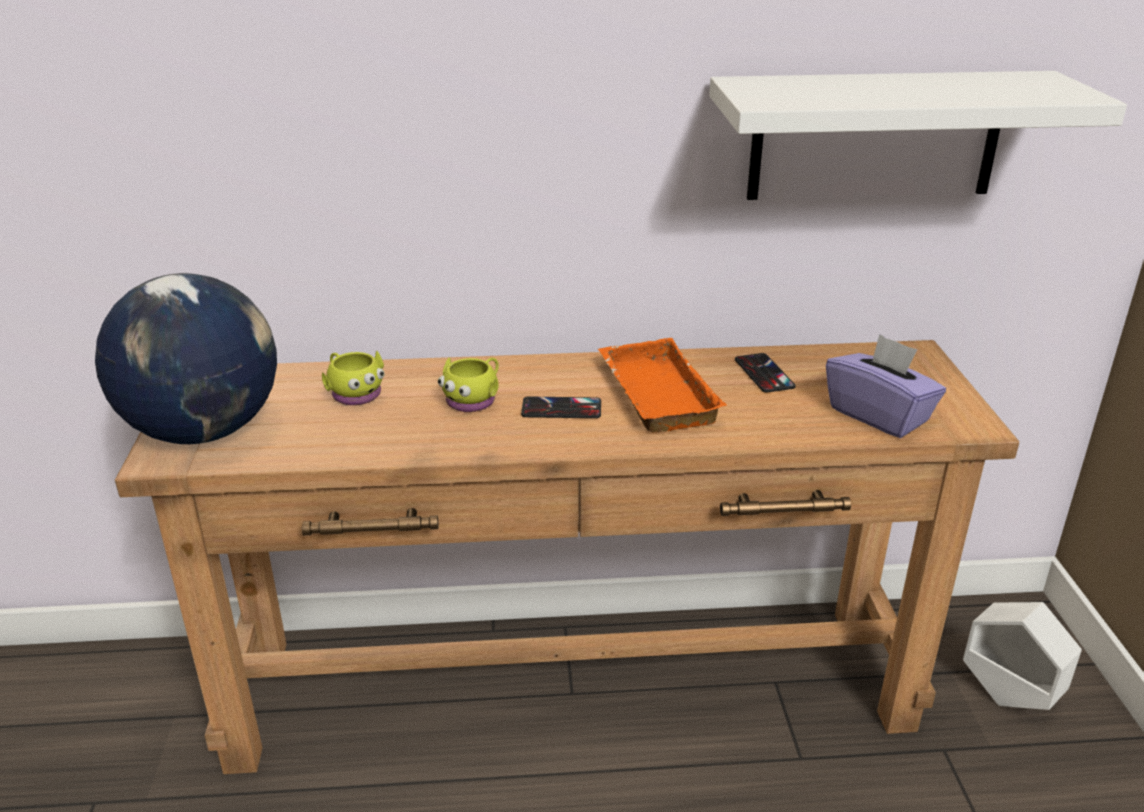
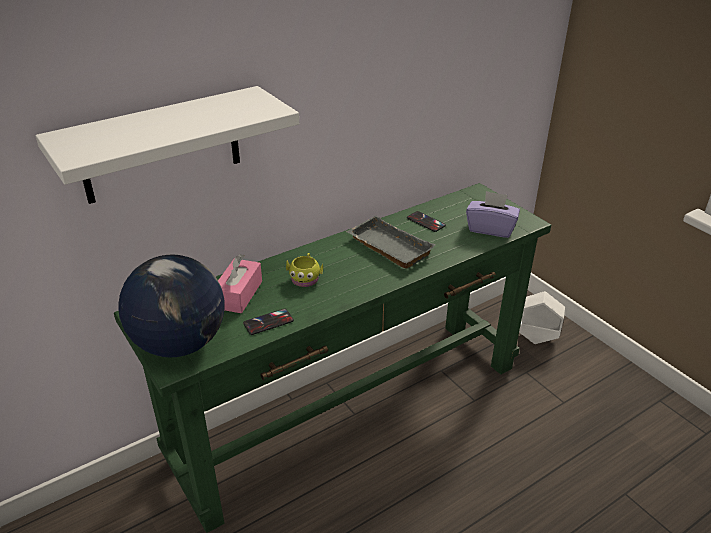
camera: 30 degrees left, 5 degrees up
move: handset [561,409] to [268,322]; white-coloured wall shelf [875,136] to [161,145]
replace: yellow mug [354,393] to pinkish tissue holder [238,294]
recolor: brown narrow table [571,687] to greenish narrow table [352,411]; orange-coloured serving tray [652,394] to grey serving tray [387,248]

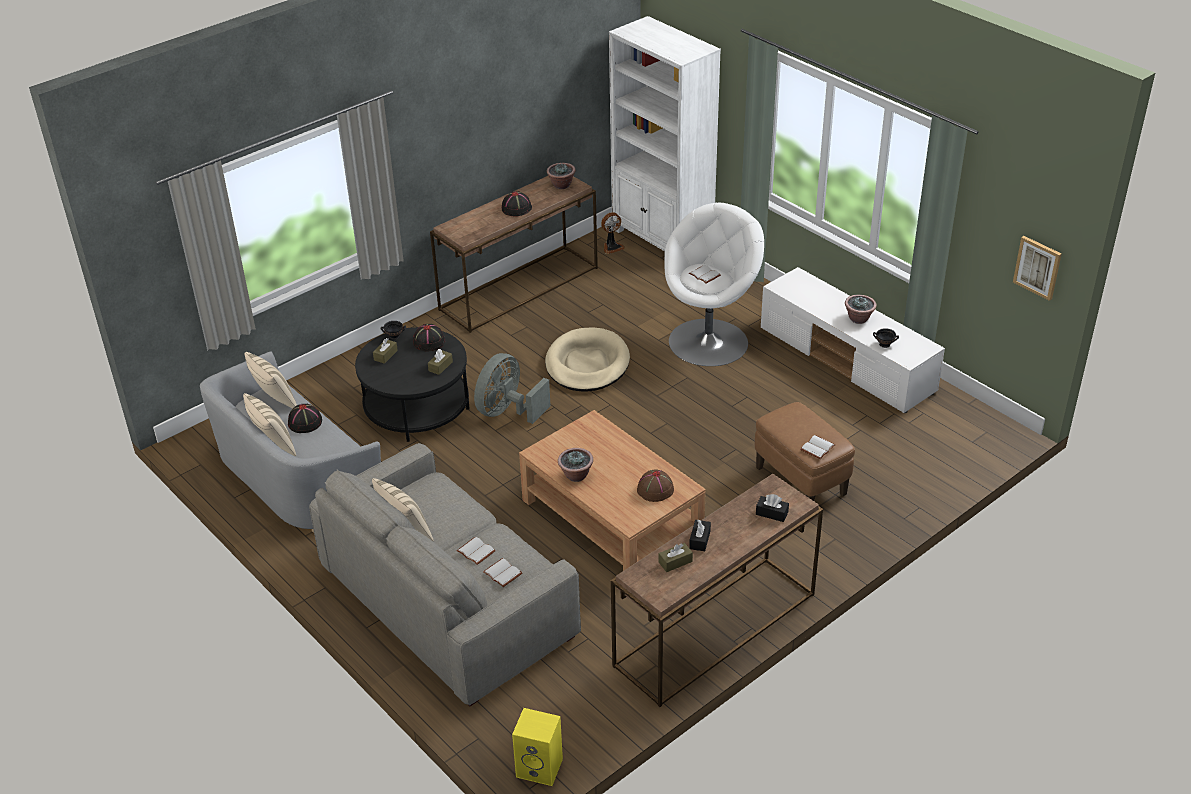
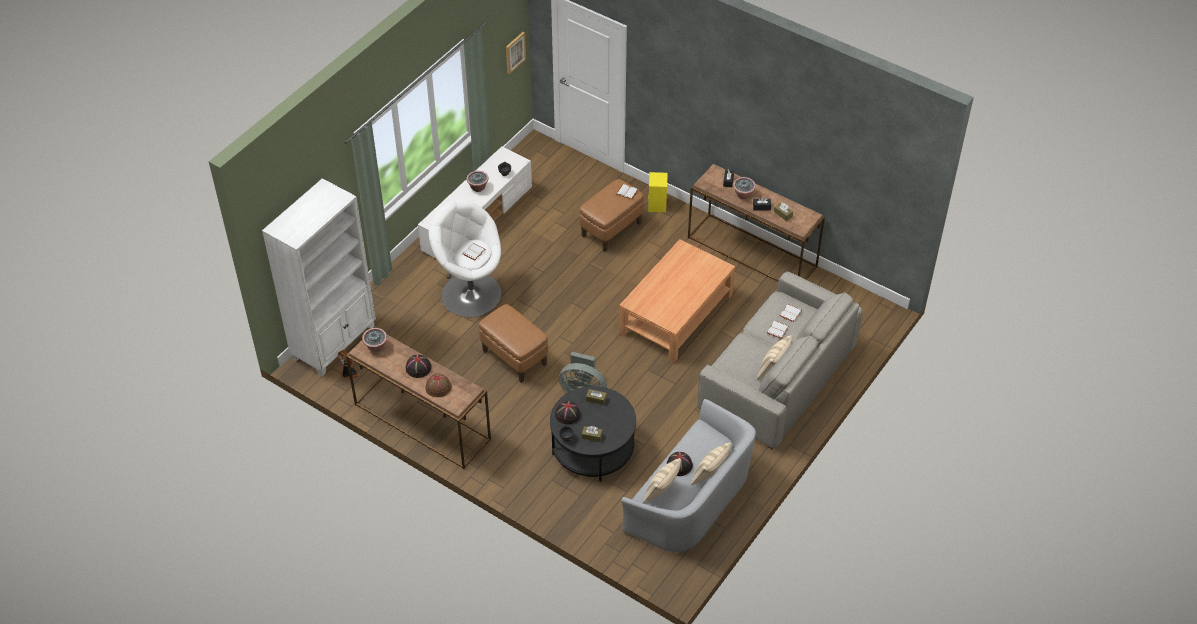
camera: 105 degrees left, 10 degrees up
move: yellow speaker [540,767] to [656,204]; plant in a pot [576,476] to [743,195]; brown hat [655,490] to [438,387]
replace: beige-coloured dog bed [587,364] to brown footrest [514,358]

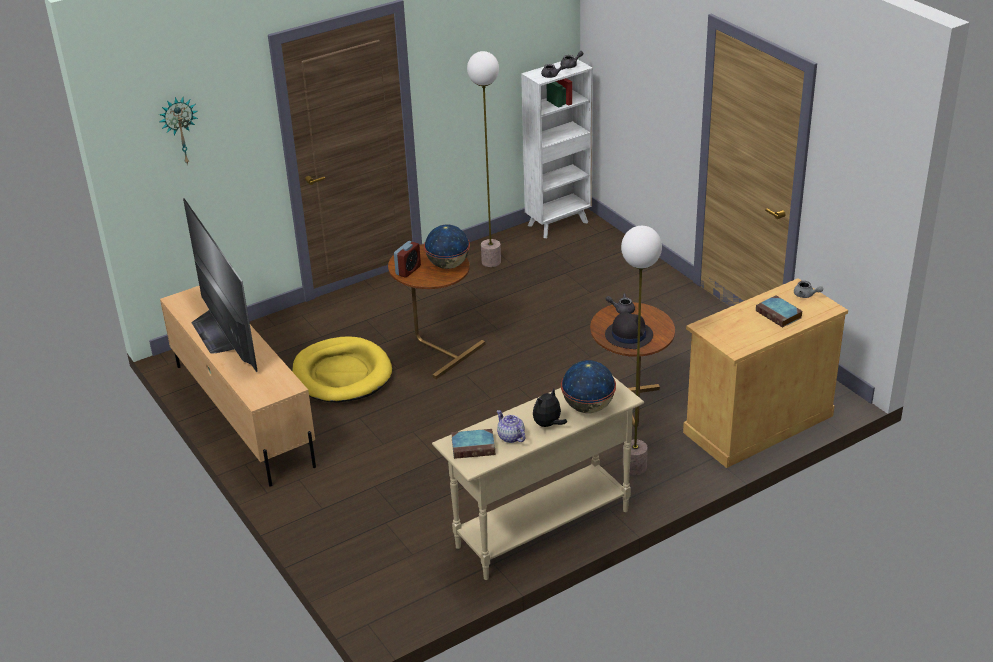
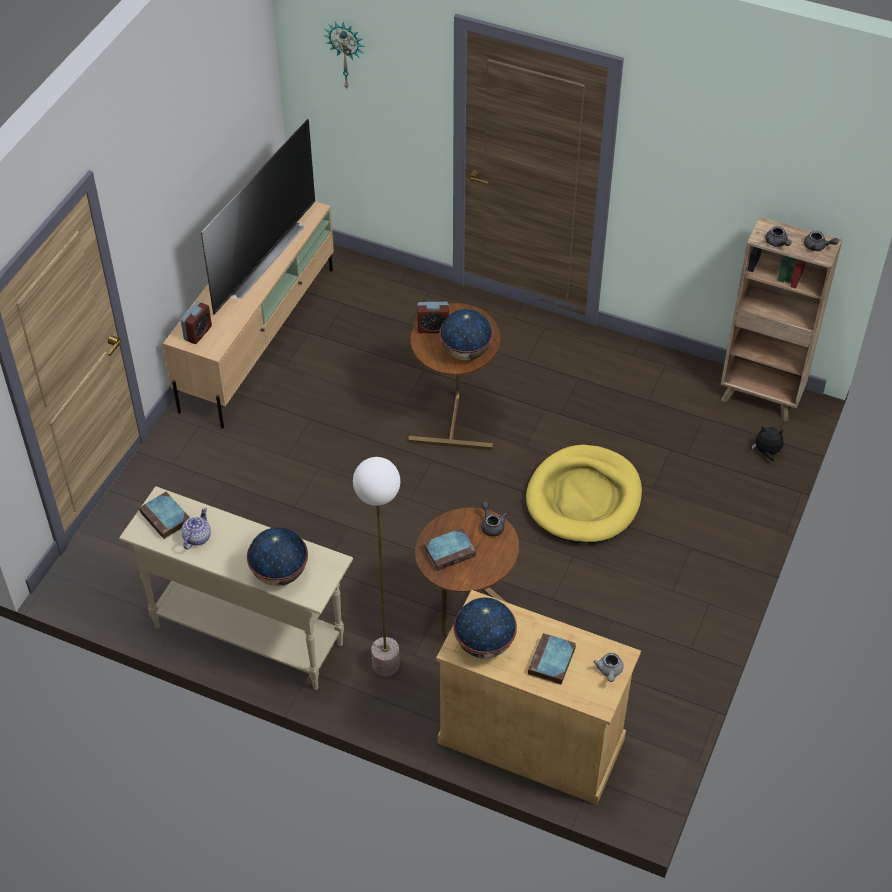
camera: 55 degrees right, 15 degrees up
delete: floor lamp [491,261]
insert: alarm clock [198,333]; desk globe [484,645]
move: yellow dog bed [342,374] to [584,498]; cuddly toy [548,425] to [766,452]
replace: black-coloured hat [628,335] to book [450,551]
recolor: white-coloured shelving unit [559,223] to brown shelving unit [761,398]

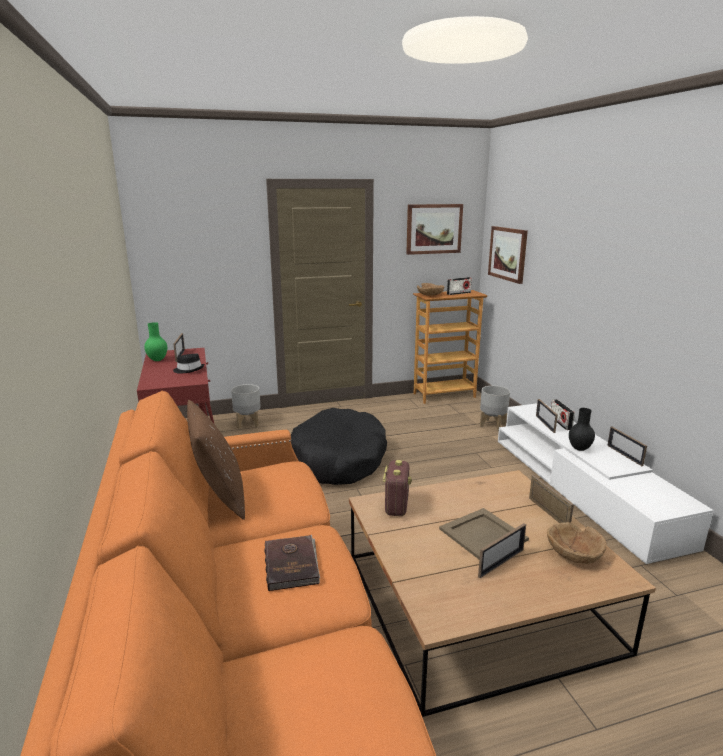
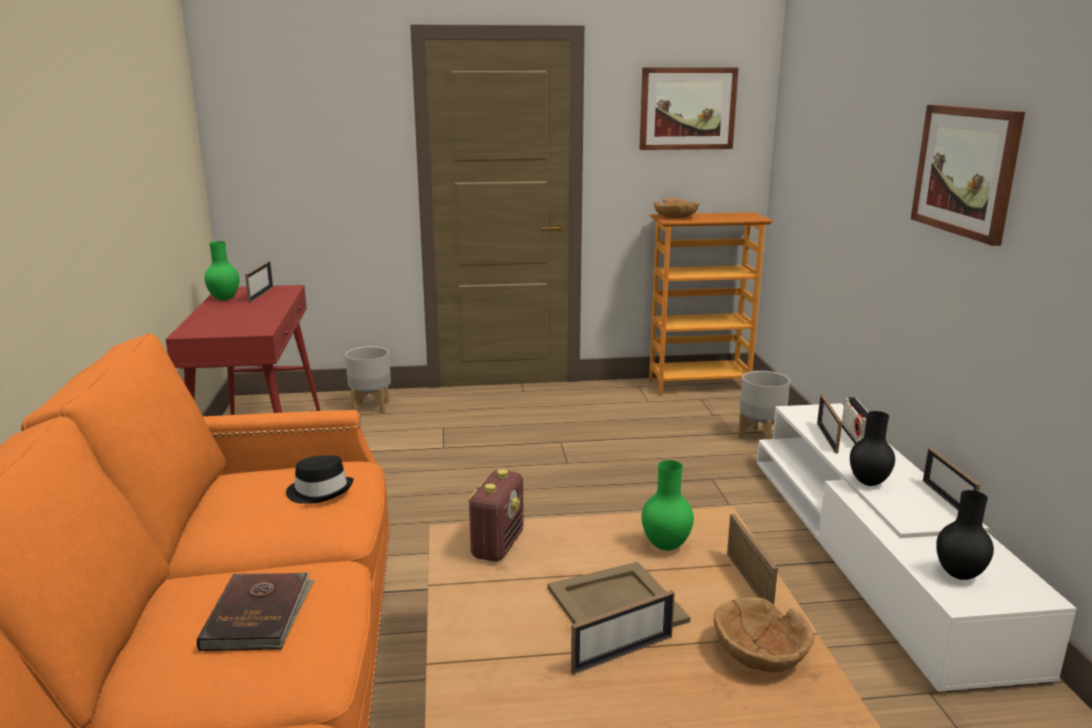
camera: 10 degrees right, 0 degrees up
delete: brown cushion [219,497]; black-coloured dog bed [338,460]; radio [458,293]
insert: greenish flower vase [667,546]; black-coloured flower vase [960,576]
move: black-coloured hat [189,369] to [320,491]; picture [508,254] to [966,171]

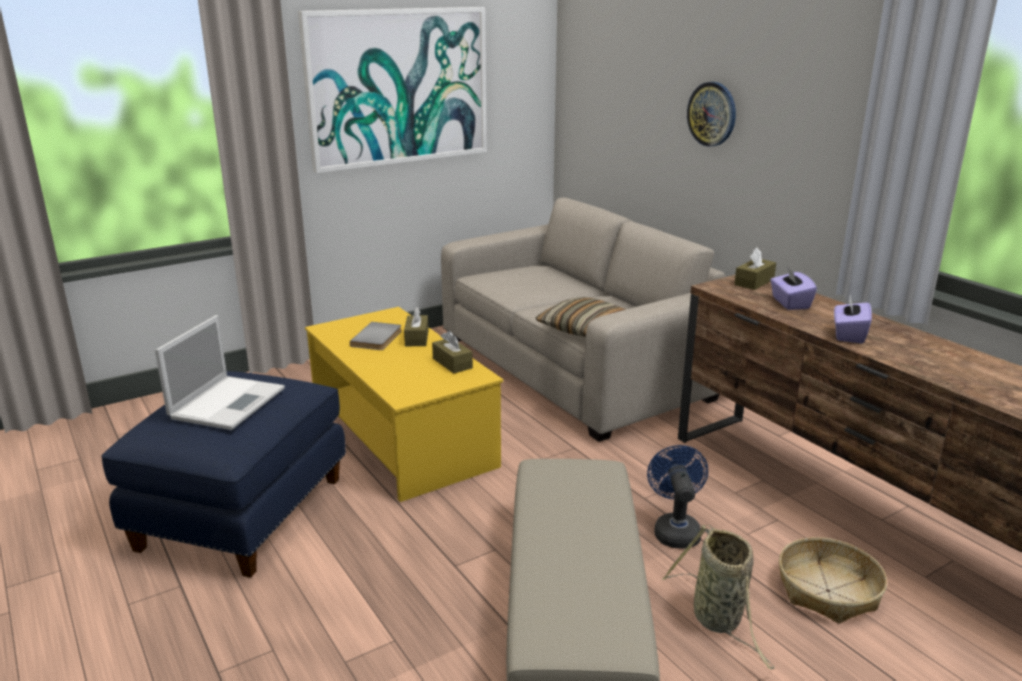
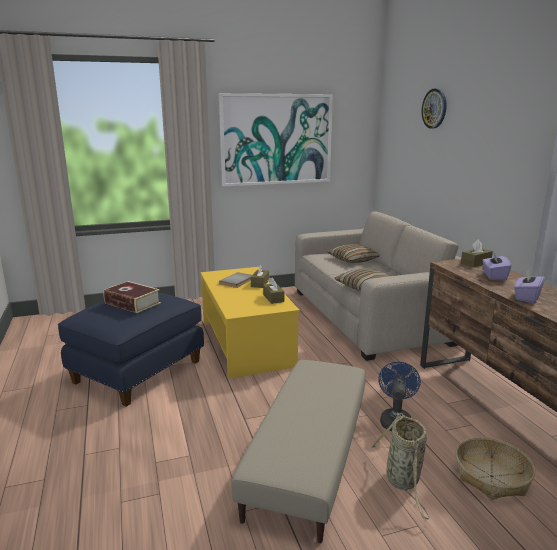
camera: 15 degrees right, 5 degrees down
insert: cushion [353,260]
move: clock on the wall [712,114] to [434,108]
replace: laptop [229,402] to book [132,303]

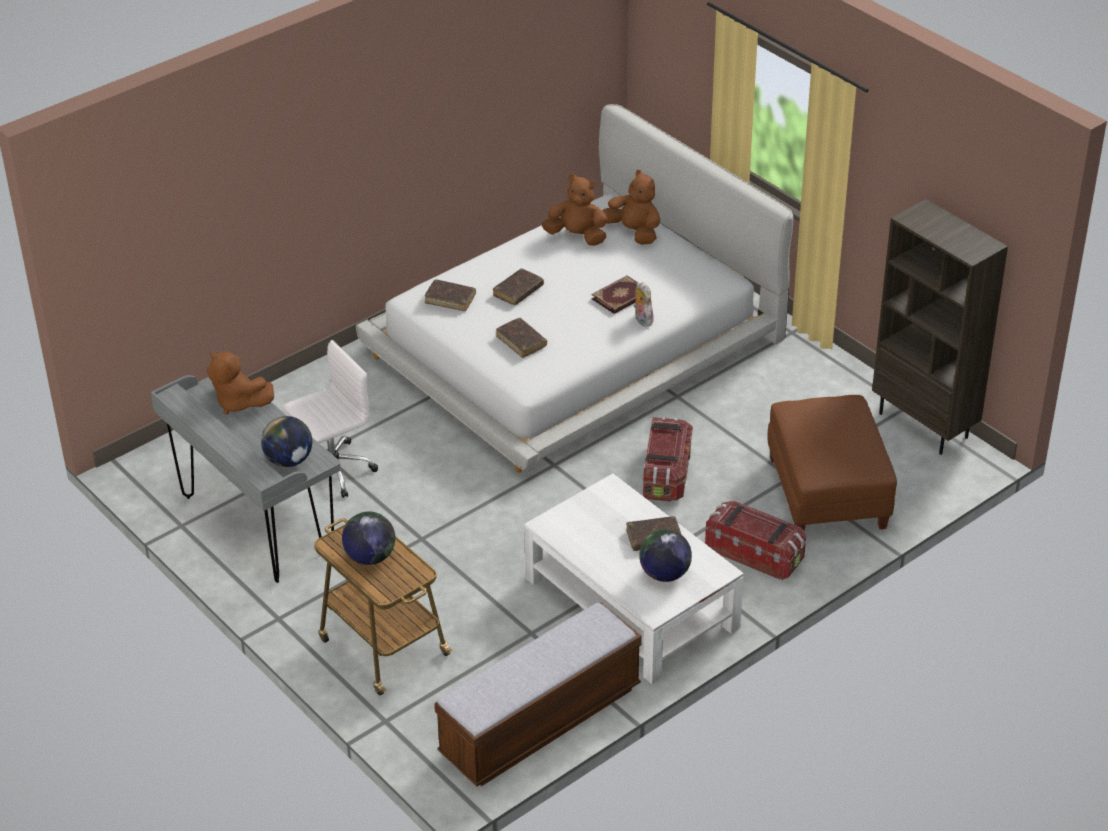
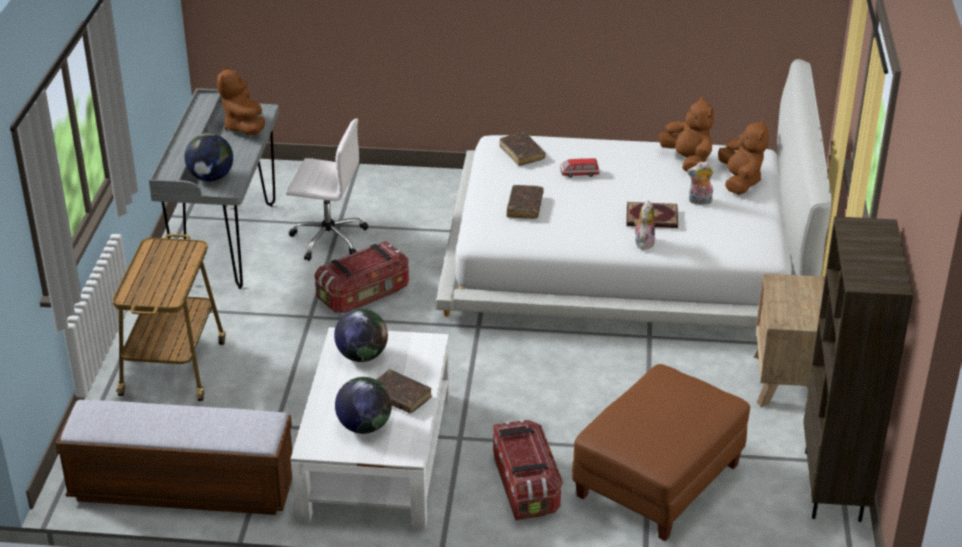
camera: 45 degrees right, 5 degrees down
insert: cuddly toy [699,201]; brown nightstand [788,382]
move: desk globe [370,557] to [362,356]; storage box [666,474] to [364,295]
replace: brown book [518,291] to model car [579,173]

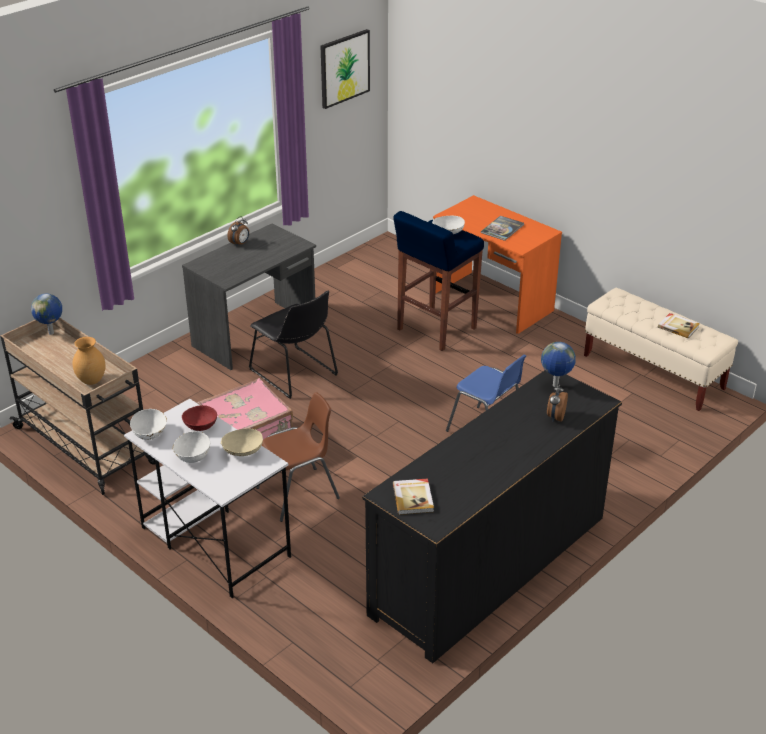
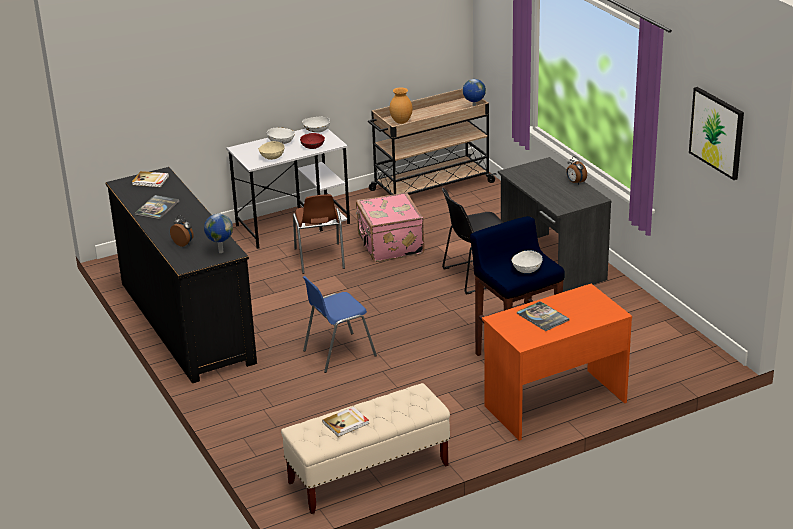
camera: 110 degrees right, 5 degrees down
insert: book [157,208]

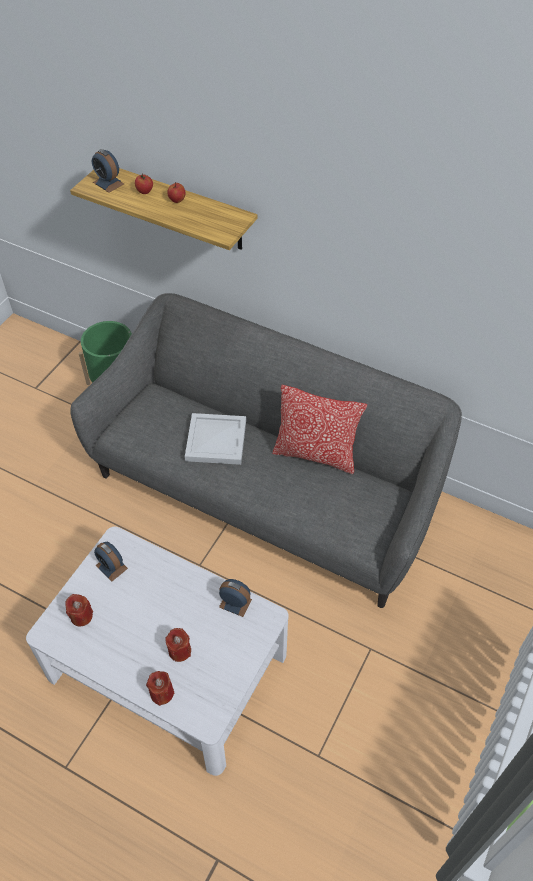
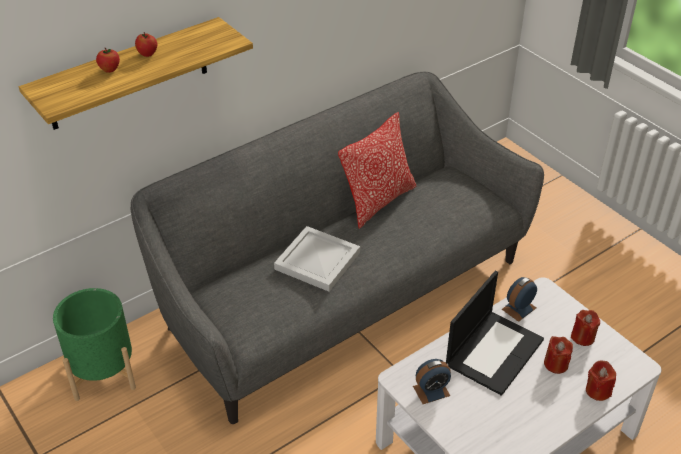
camera: 65 degrees left, 10 degrees down
delete: alarm clock [108,183]
insert: laptop [494,351]
move: red wax candle [81,616] to [582,337]

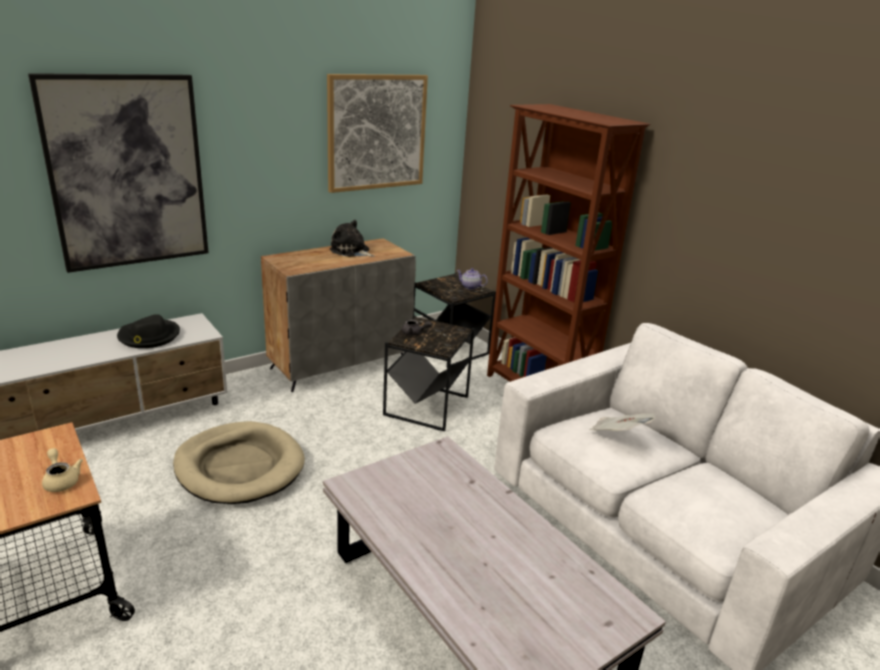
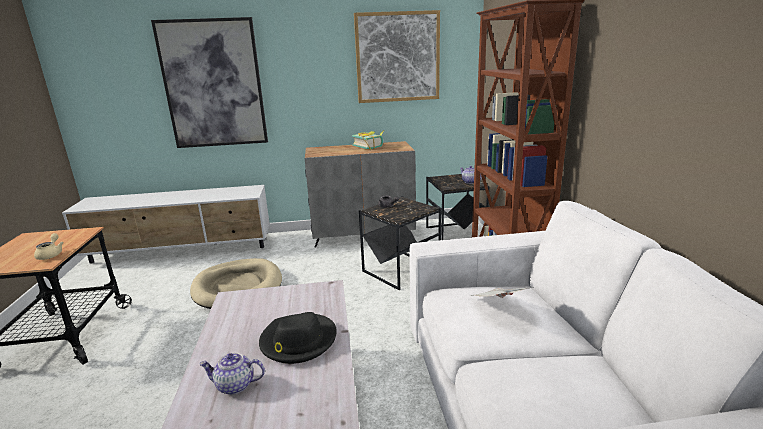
camera: 30 degrees right, 5 degrees down
insert: tea pot [234,385]
move: black-coloured hat [149,336] to [298,341]
replace: cuddly toy [351,251] to book [370,147]

